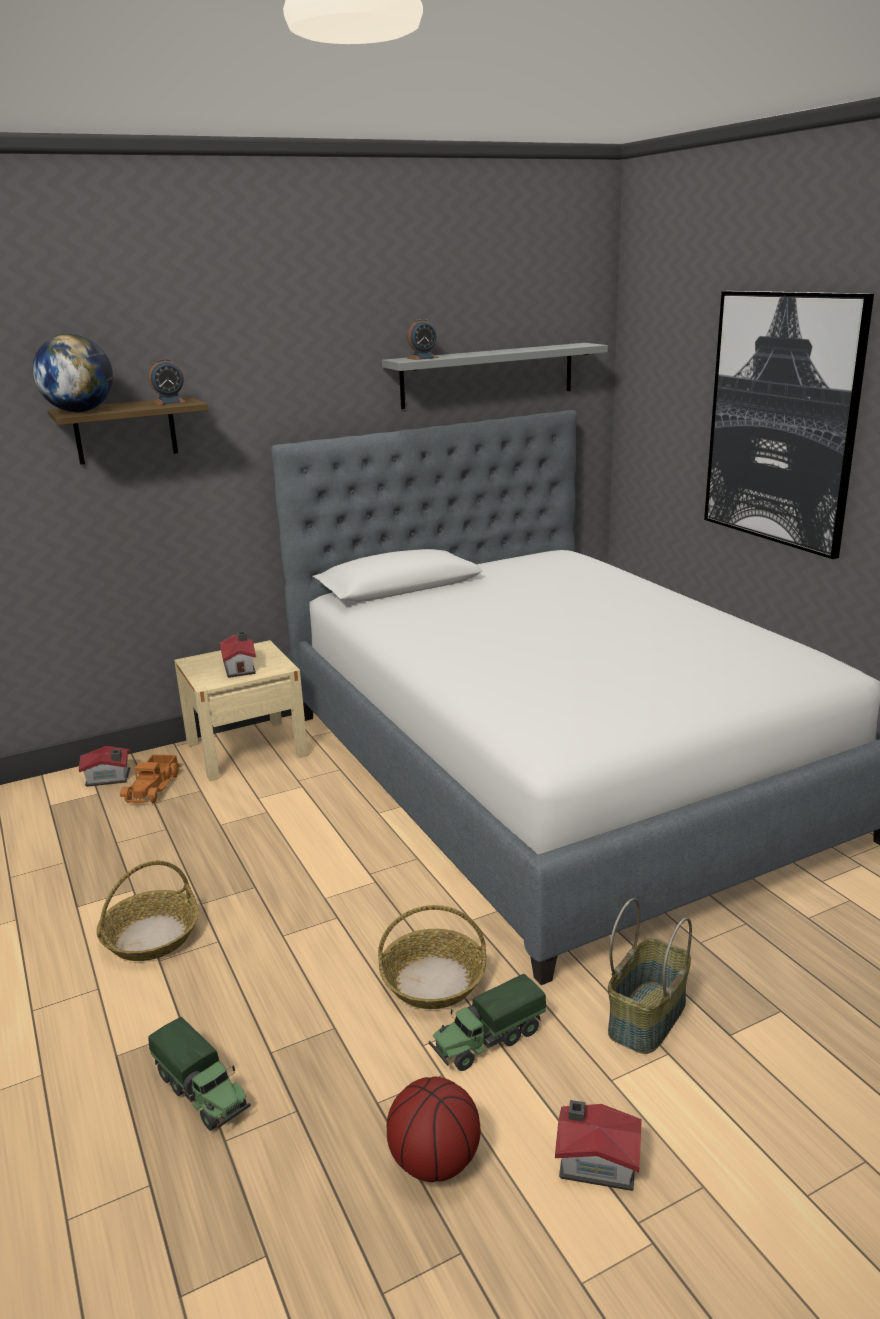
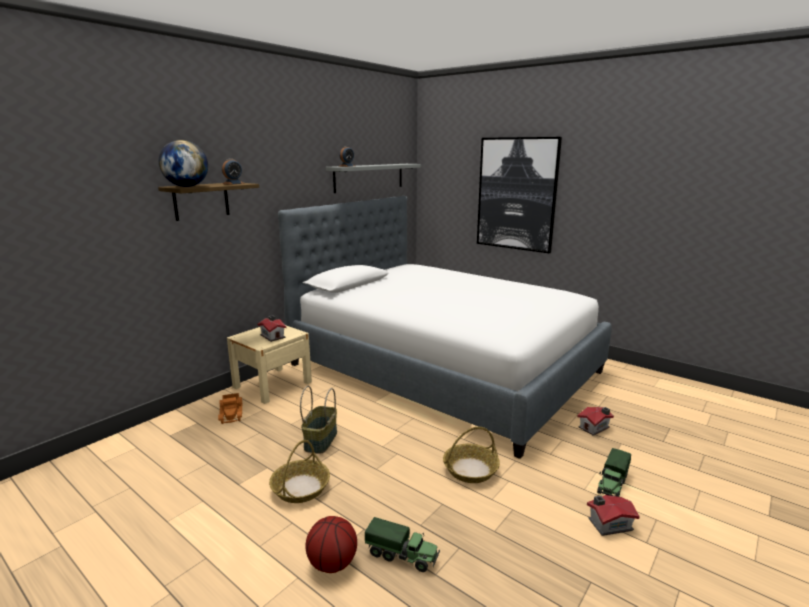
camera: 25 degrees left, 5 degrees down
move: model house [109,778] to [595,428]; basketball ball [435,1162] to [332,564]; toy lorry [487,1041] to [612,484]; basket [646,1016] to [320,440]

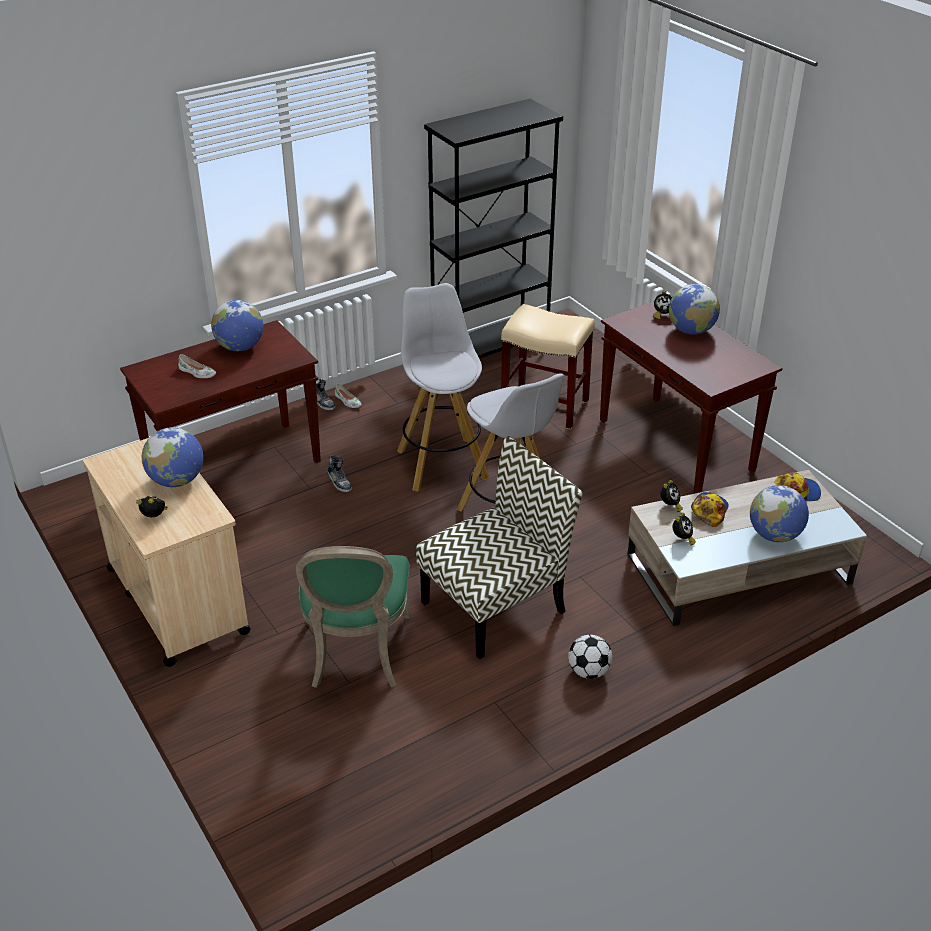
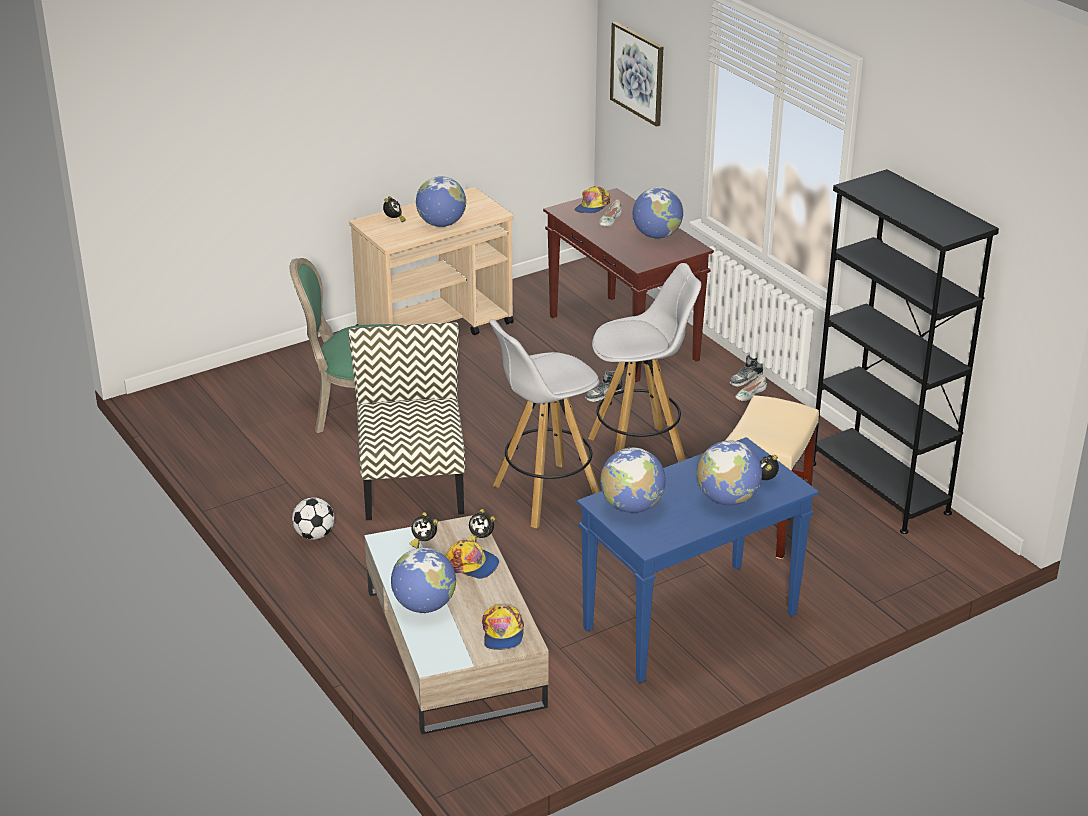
camera: 90 degrees right, 5 degrees down
insert: baseball cap [592,206]; desk globe [631,507]; picture [637,73]
recolor: brown narrow table [677,446] to blue narrow table [689,623]
rotate: upright chair [495,605] = [411,484] 150 degrees counterclockwise

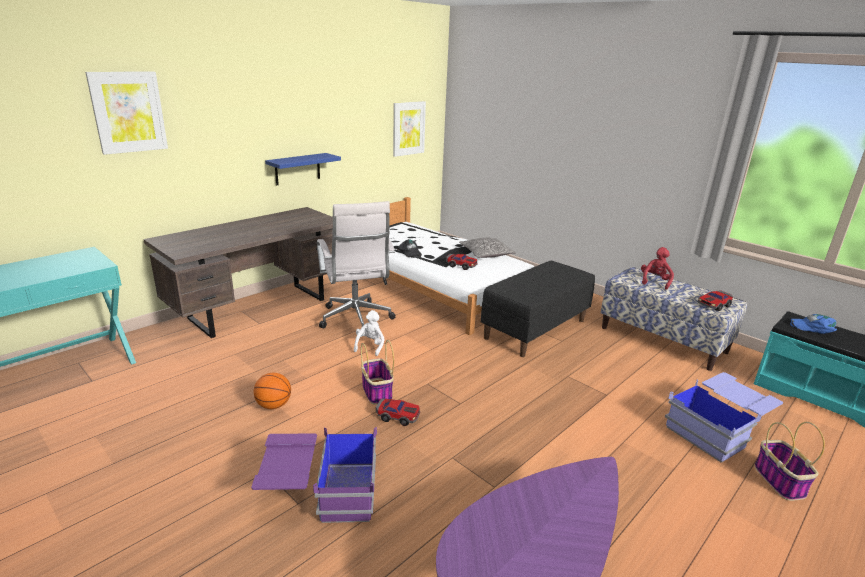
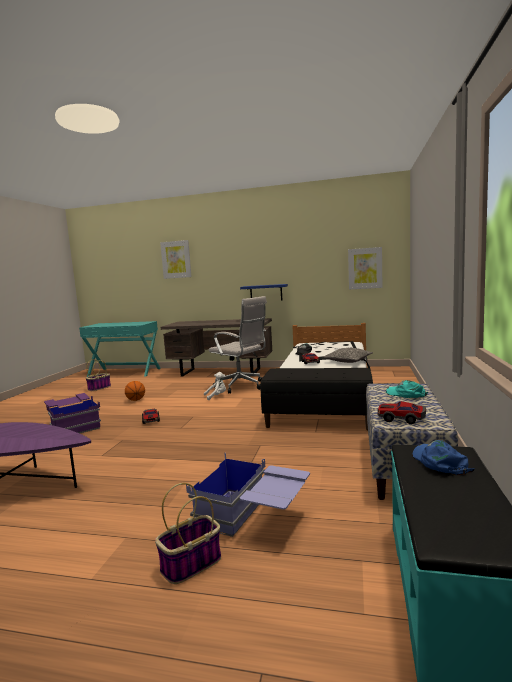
camera: 60 degrees right, 15 degrees down
move: basket [376,391] to [99,388]
replace: red cuddly toy [655,281] to blue-green baseball cap [406,394]
rotate: white-coloured office chair [356,320] = [242,386] 90 degrees counterclockwise

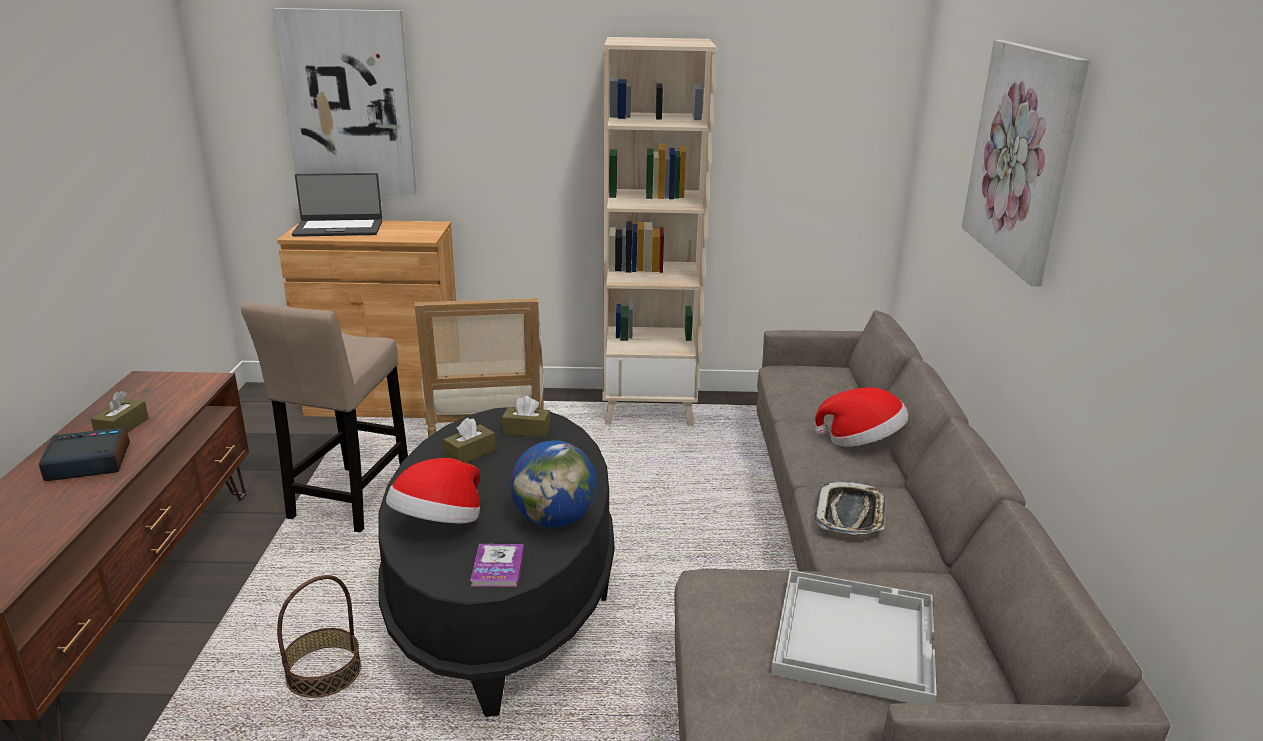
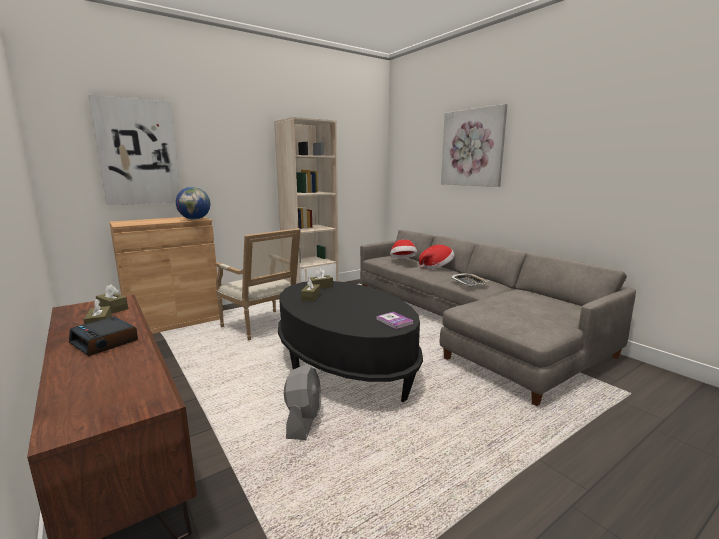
camera: 35 degrees left, 10 degrees down
delete: beige-coloured stool seat [347,502]; laptop [338,228]; white-coloured serving tray [853,637]
insert: brown tissue holder [112,308]
move: hat [439,525] to [403,260]; desk globe [555,520] to [195,219]
replace: basket [323,671] to grey electric fan [303,421]
rotate: alarm clock [87,463] = [105,342] 90 degrees counterclockwise

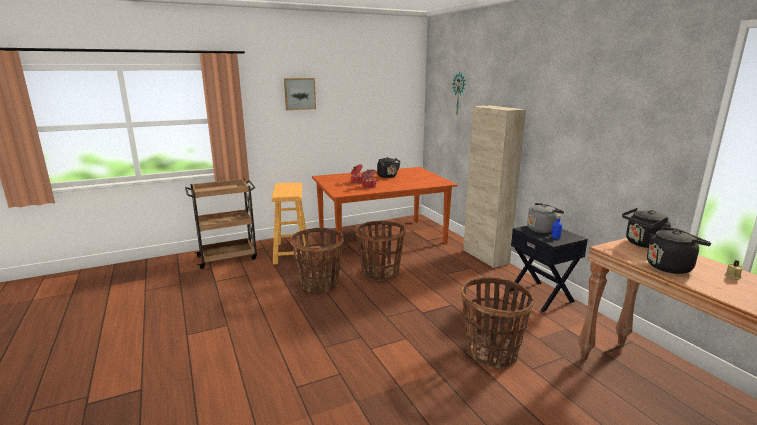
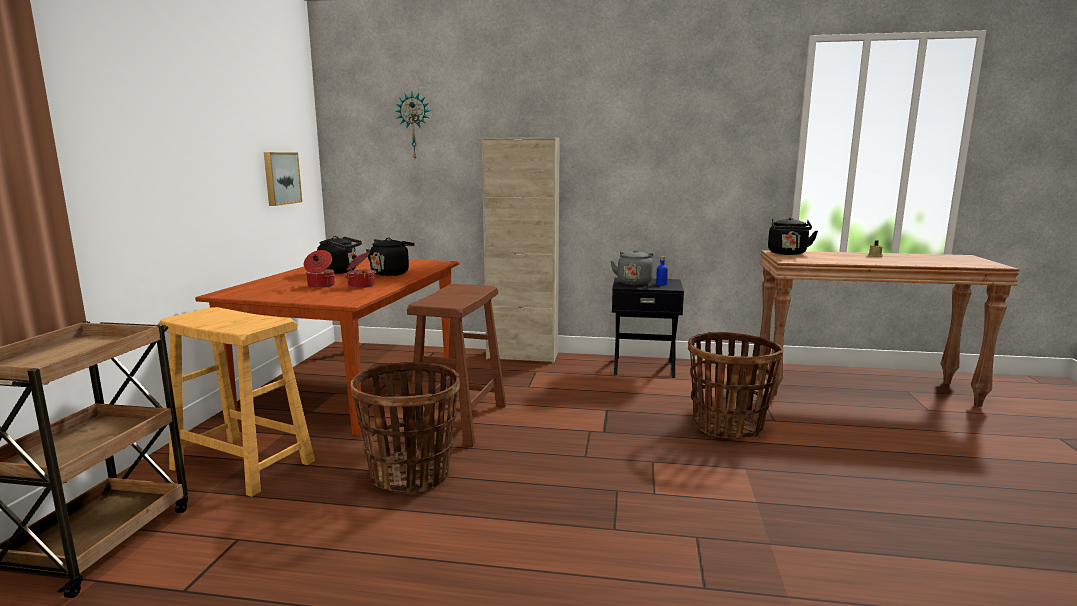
camera: 55 degrees left, 5 degrees down
move: picture [299,94] to [281,178]; black-coloured water kettle [670,267] to [391,273]
replace: basket [380,273] to brown stool seat [459,421]

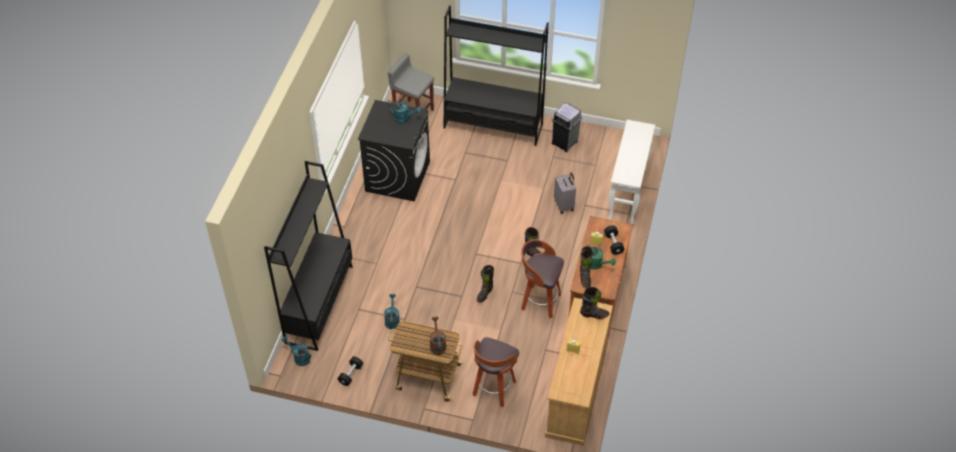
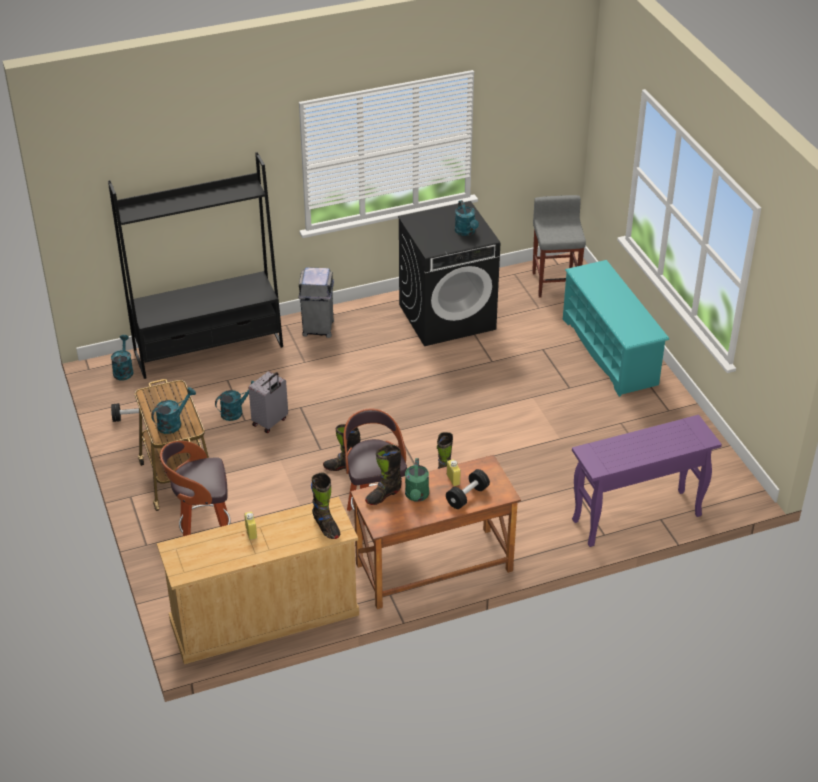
camera: 55 degrees right, 10 degrees down
move: grey rubbish bin [565,143] to [318,328]; grey travel case [564,205] to [270,422]
replace: black-coloured shelving unit [493,126] to blue-green shoe stand [610,352]
recolor: brown watering pot [437,344] to blue-green watering pot [173,423]; white-coloured narrow table [627,194] to purple-coloured narrow table [636,519]

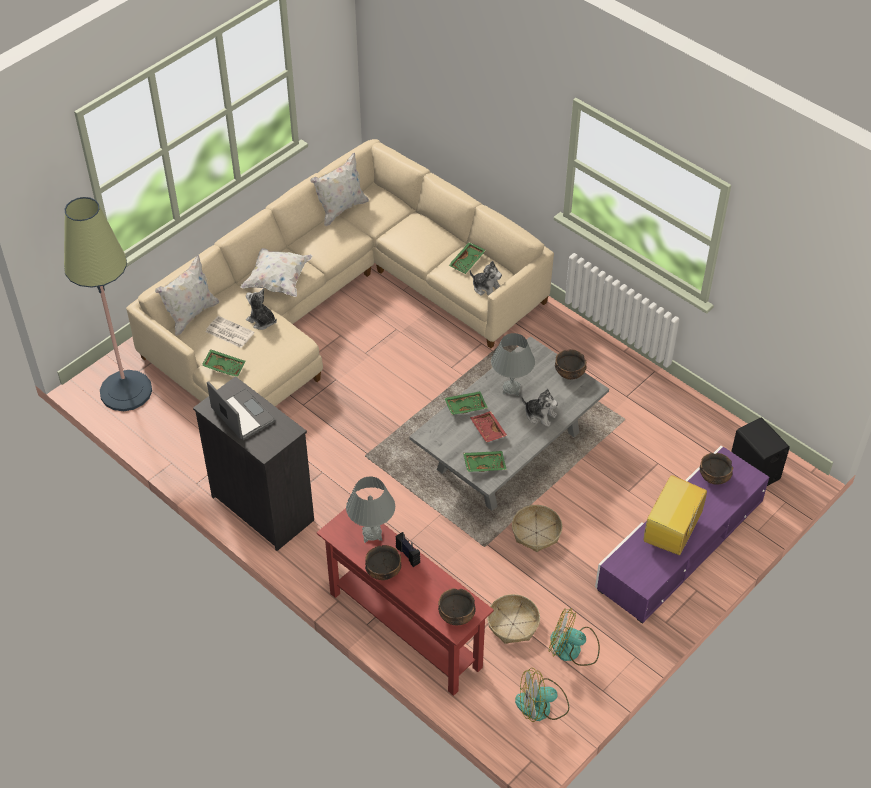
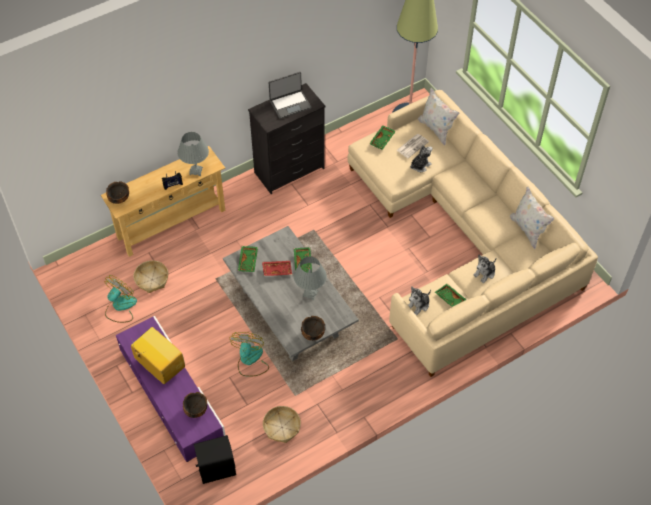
camera: 105 degrees right, 5 degrees up
delete: white-coloured cushion [278,281]; deep dish [383,572]
move: basket [536,533] to [281,427]; electric fan [542,705] to [250,360]; cuddly toy [540,415] to [485,273]
recolor: red narrow table [404,630] to beige-coloured narrow table [171,223]

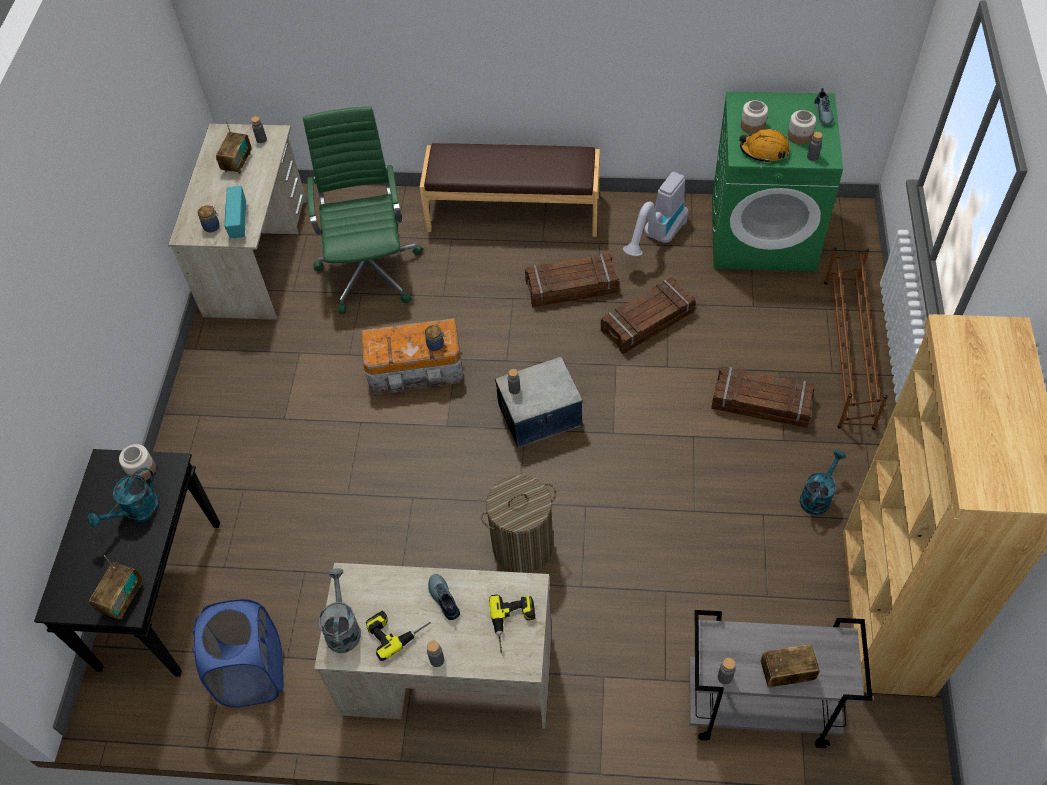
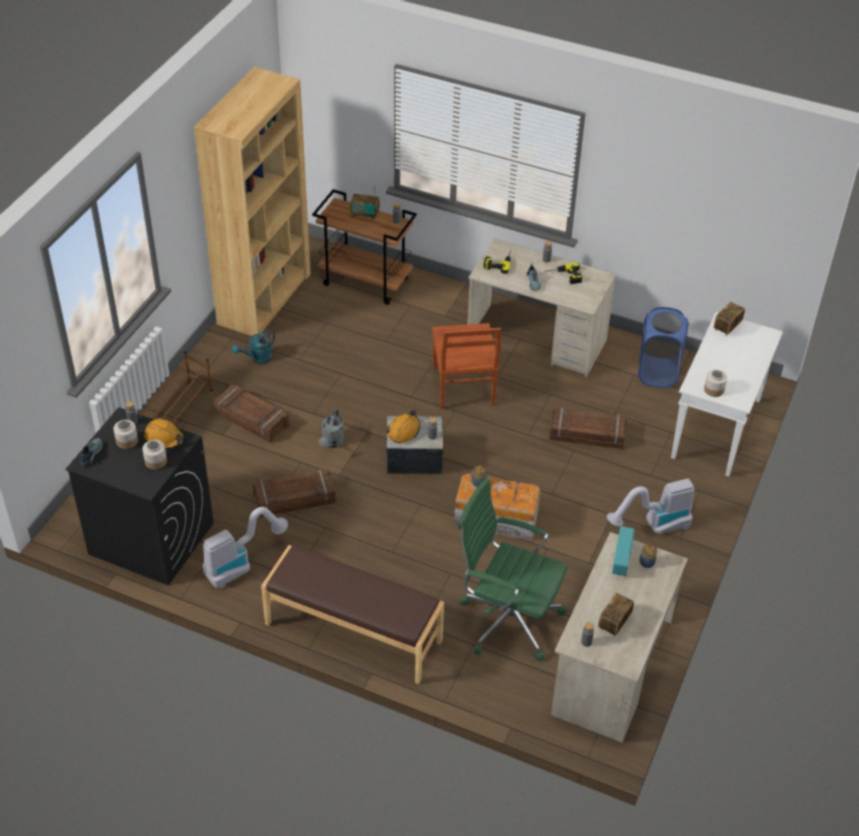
camera: 165 degrees left, 10 degrees down
delete: blue-green watering pot [137,512]
insert: orange-coloured safety helmet [403,431]; vacuum [653,526]
move: grey watering pot [342,627] to [332,443]; packing crate [571,286] to [587,434]
replace: hamper [523,545] to brown upright chair [463,387]
recolor: black-coloured narrow table [160,593] to white-coloured narrow table [716,429]; grey wheeled cart [758,708] to brown wheeled cart [366,282]; greenish laundry machine [763,234] to black-coloured laundry machine [150,538]
rotate: greenish office chair [370,269] = [507,619] 105 degrees clockwise

